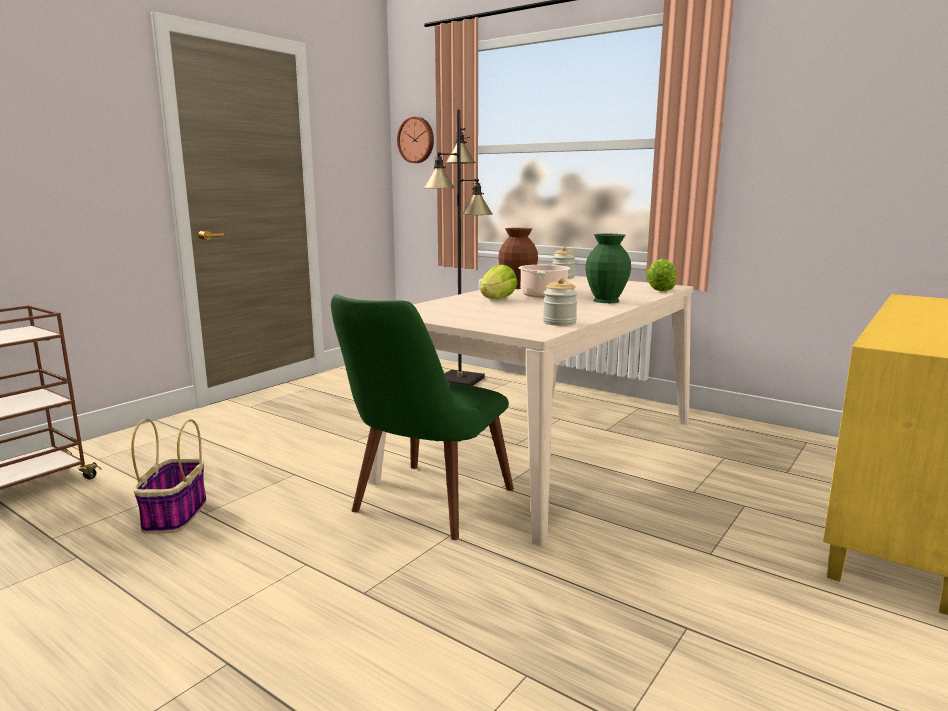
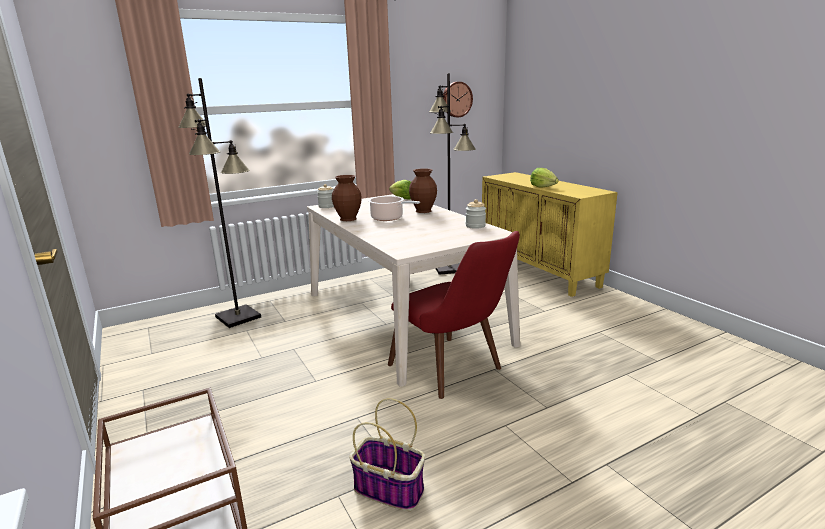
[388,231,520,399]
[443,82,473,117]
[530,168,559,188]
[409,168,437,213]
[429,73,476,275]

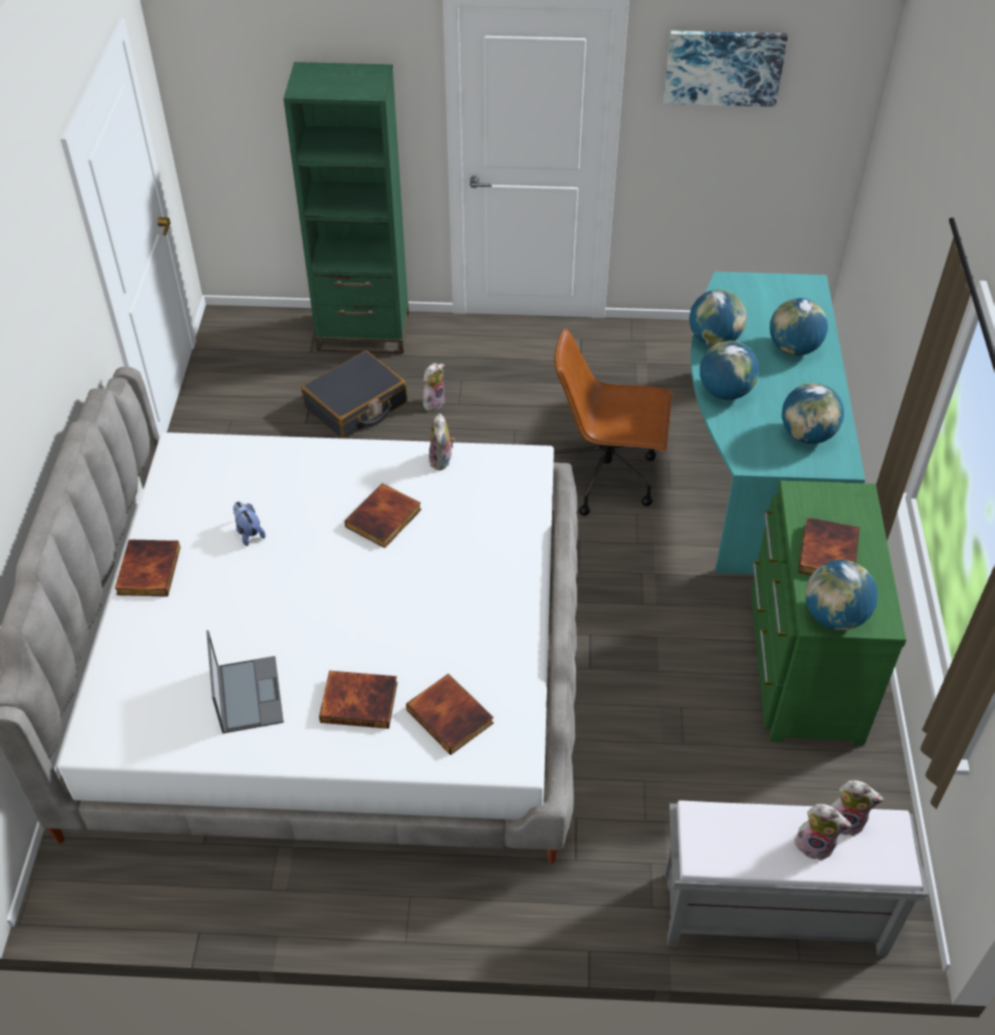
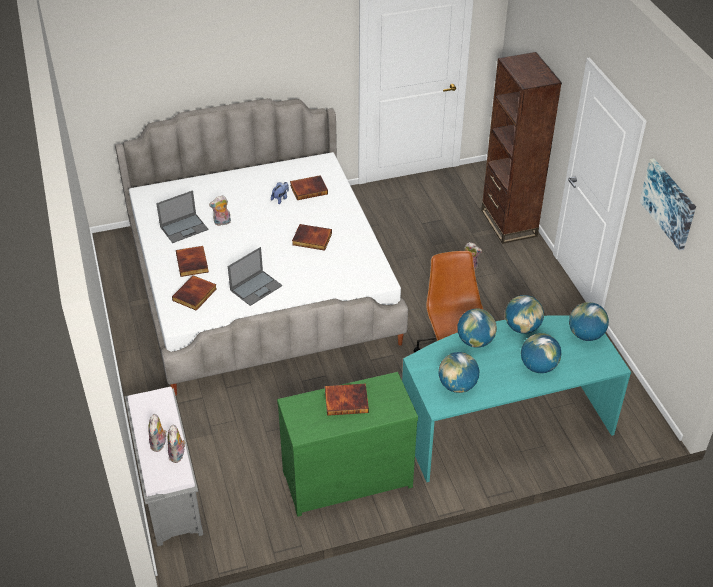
[290,175,328,200]
[481,52,562,244]
[301,351,407,439] (first image)
[209,195,231,226]
[569,302,609,341]
[228,247,282,306]

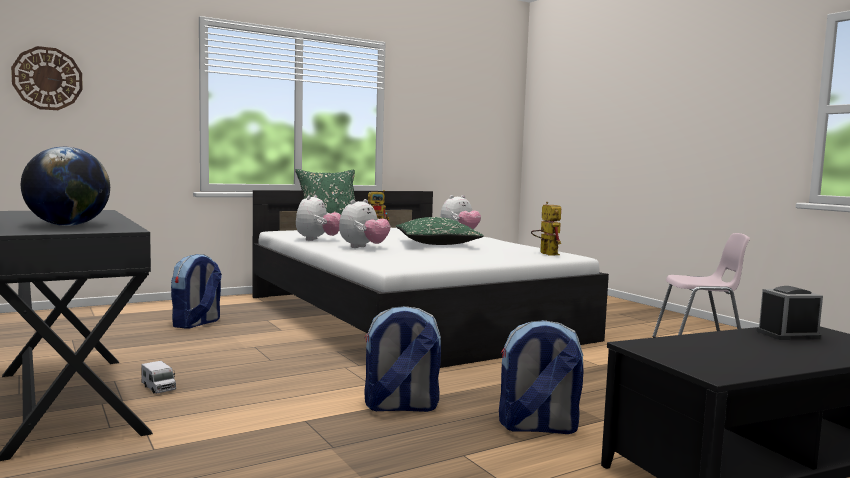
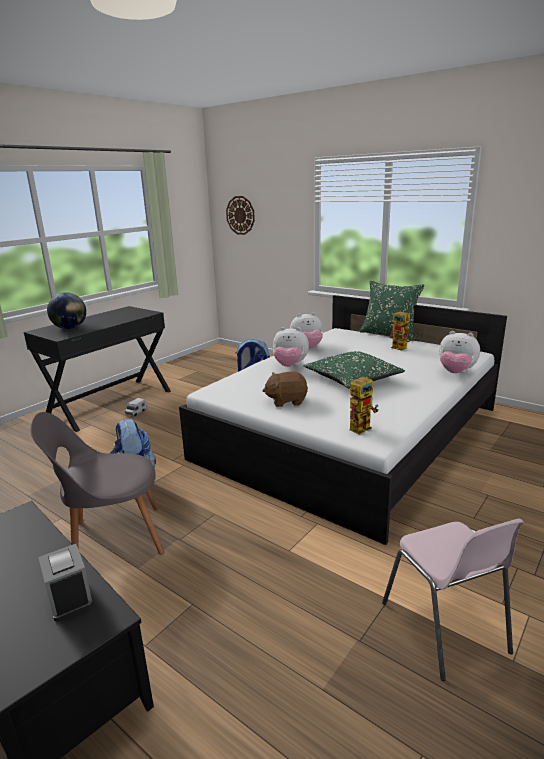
[30,412,164,554]
[262,372,308,407]

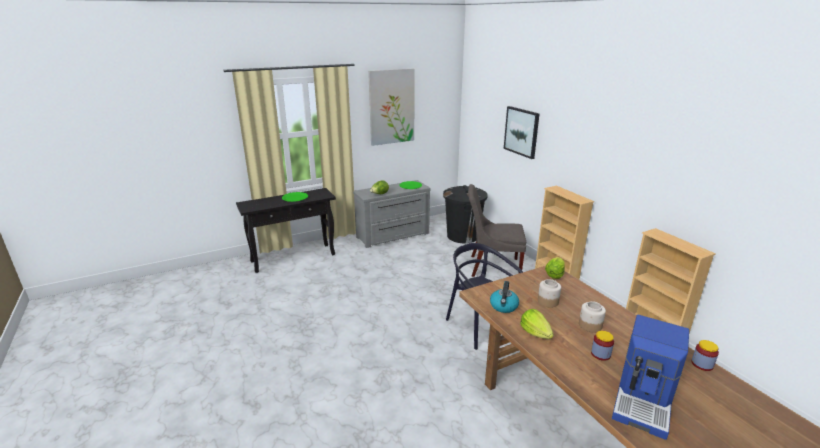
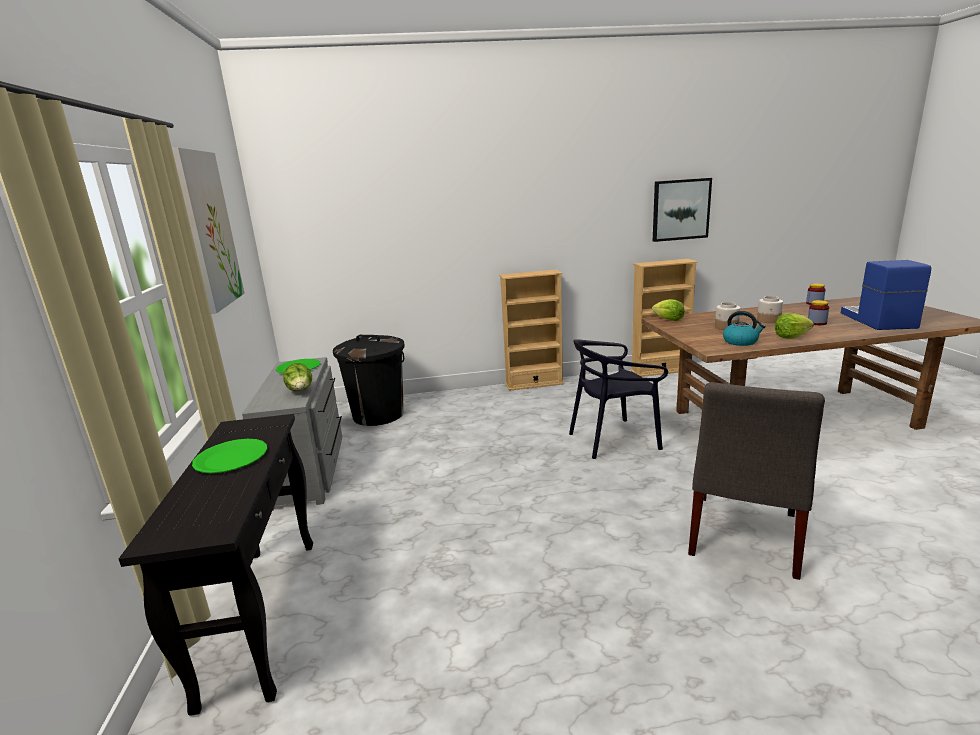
[688,382,825,580]
[653,178,712,242]
[841,260,931,330]

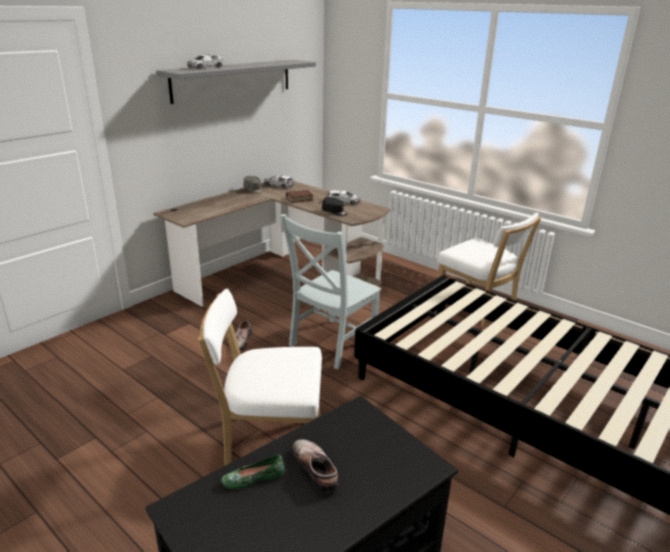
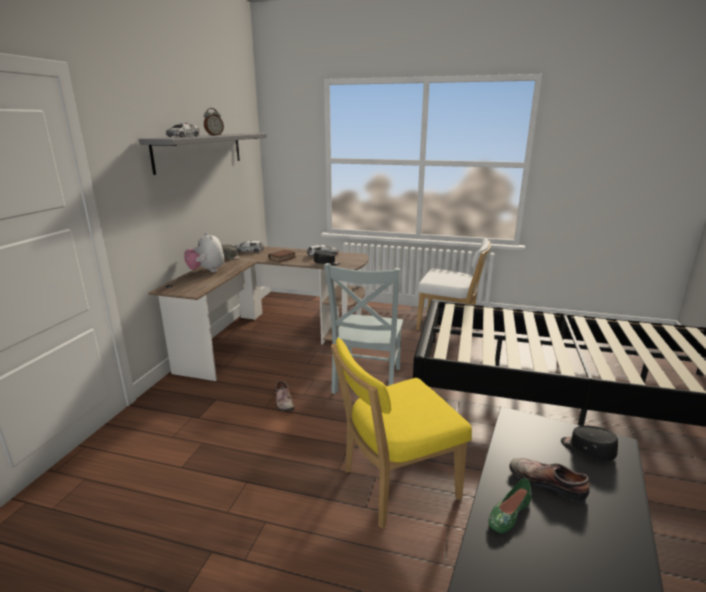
[331,338,472,529]
[184,232,224,272]
[204,108,224,136]
[561,425,618,461]

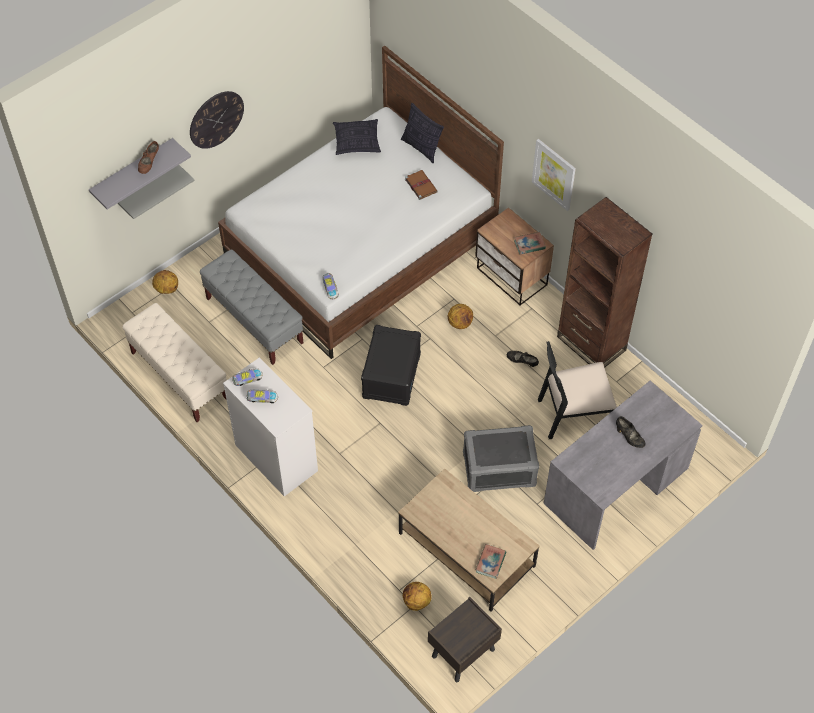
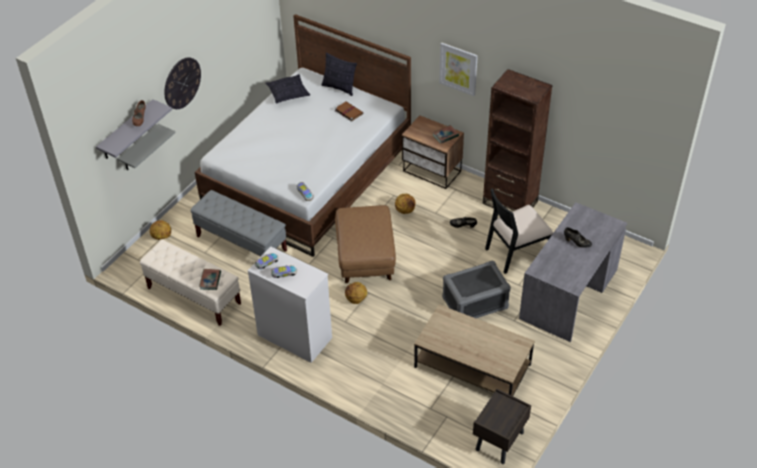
[335,205,396,283]
[345,282,367,304]
[199,269,221,290]

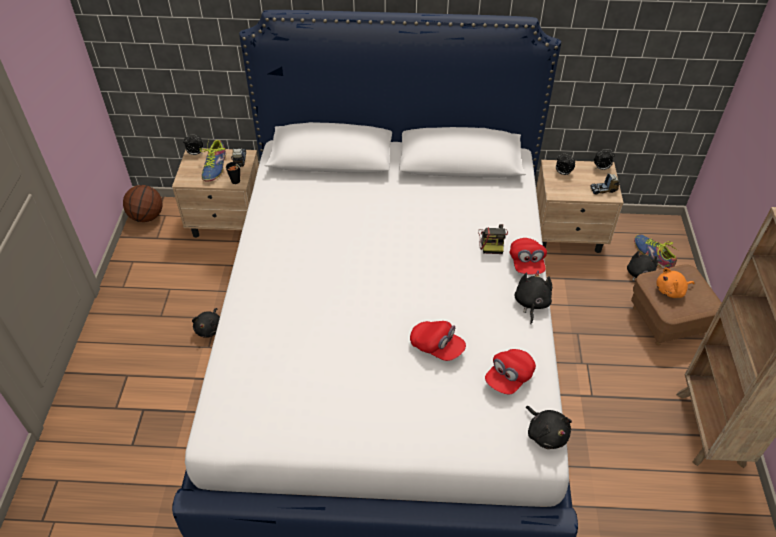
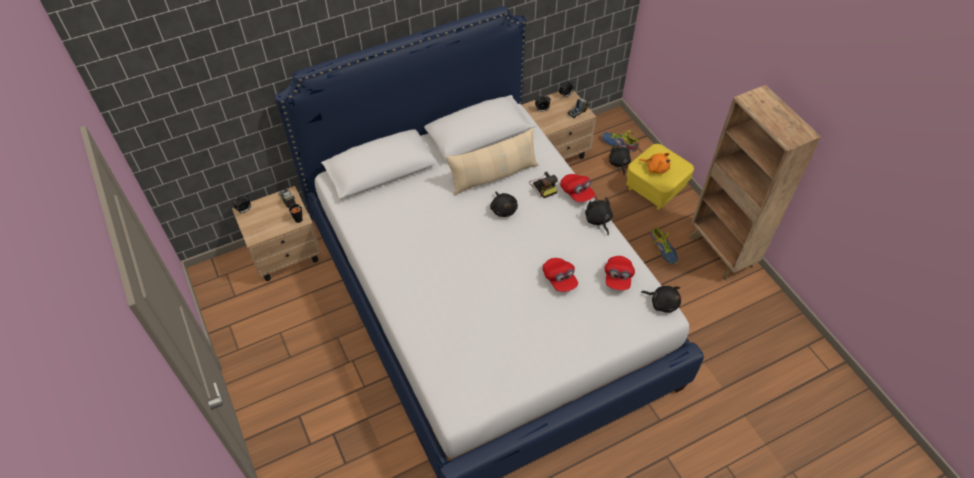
[123,185,162,222] (first image)
[490,191,518,217]
[650,227,678,265]
[543,258,578,292]
[626,144,694,210]
[639,153,671,174]
[446,128,538,196]

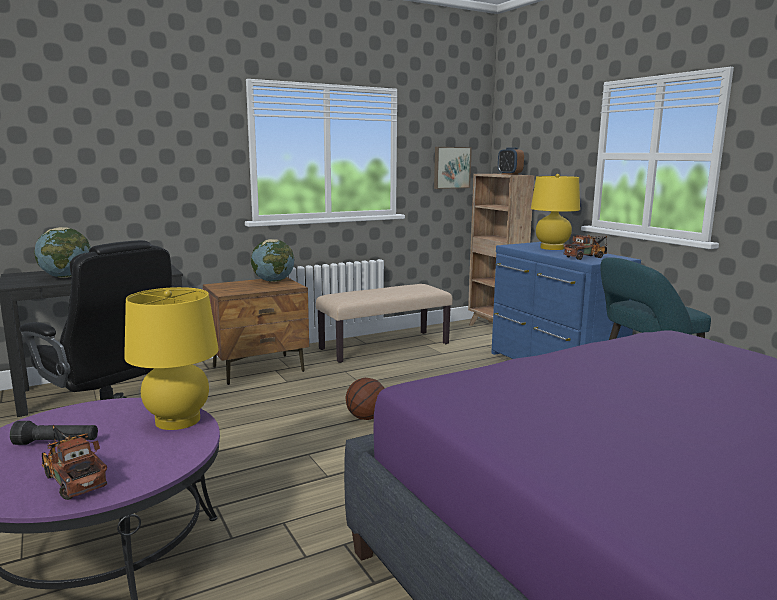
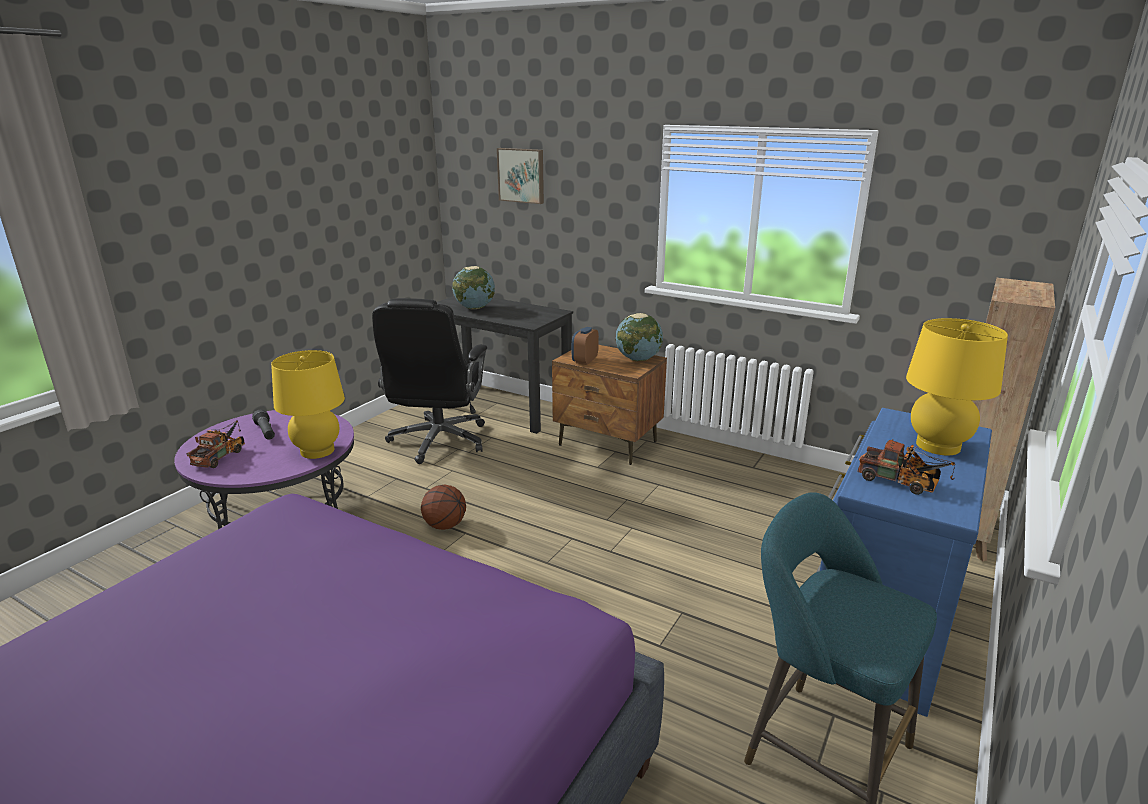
[316,284,453,363] (first image)
[421,485,466,530]
[497,148,544,204]
[572,327,599,365]

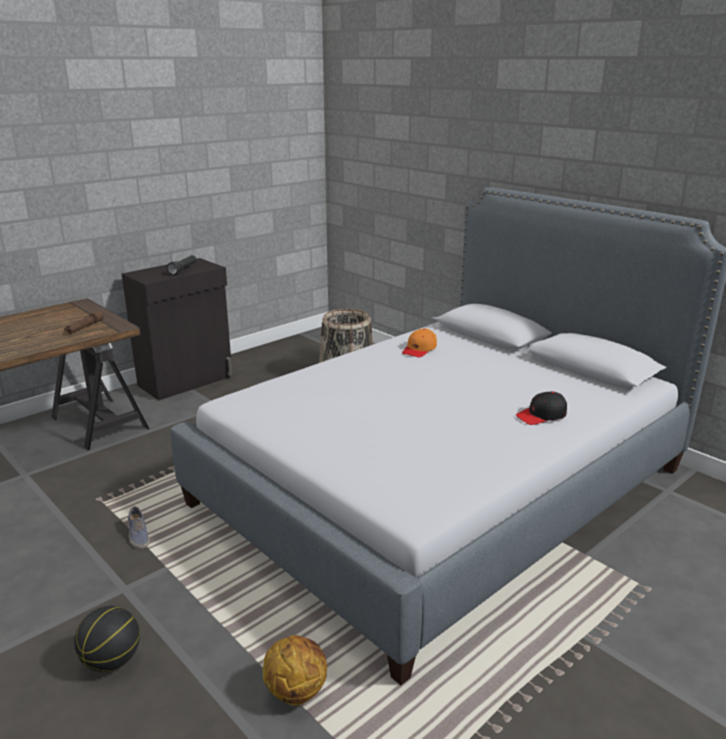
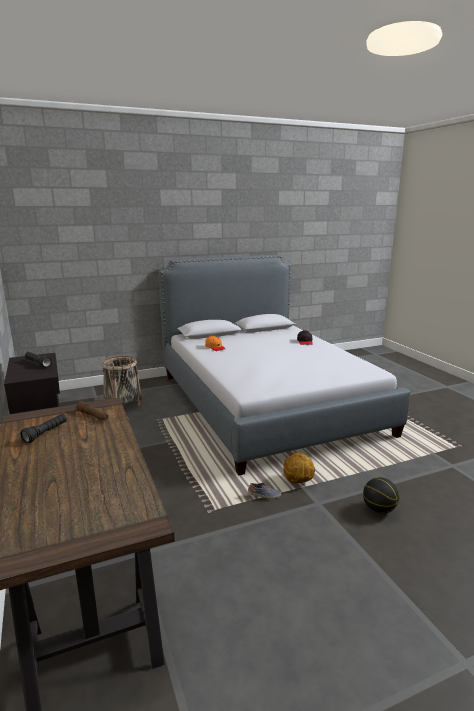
[283,453,315,483]
[20,414,67,443]

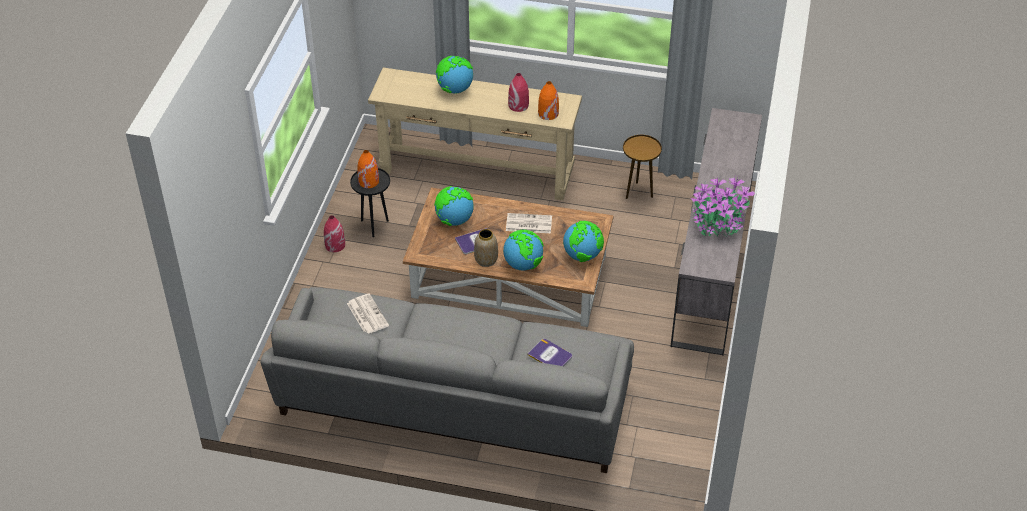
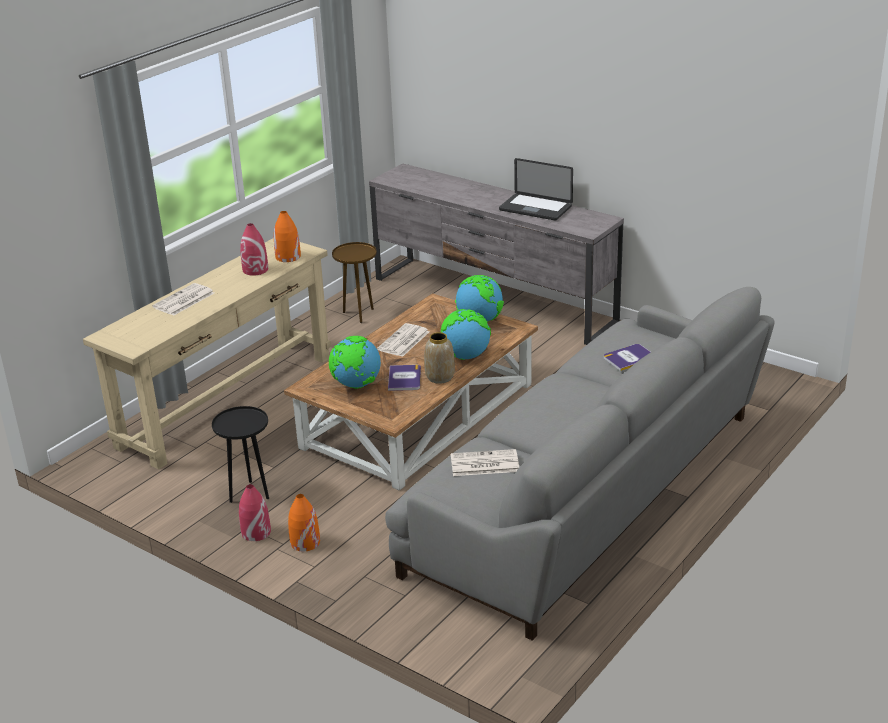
[288,494,320,551]
[152,283,214,316]
[499,158,573,220]

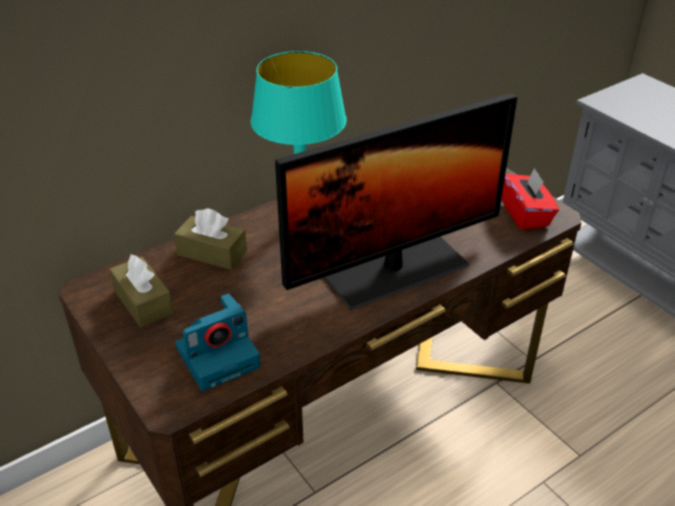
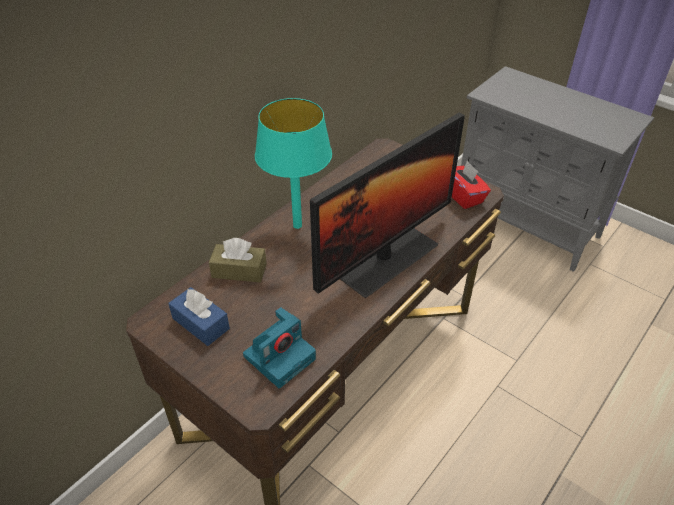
[168,287,230,346]

